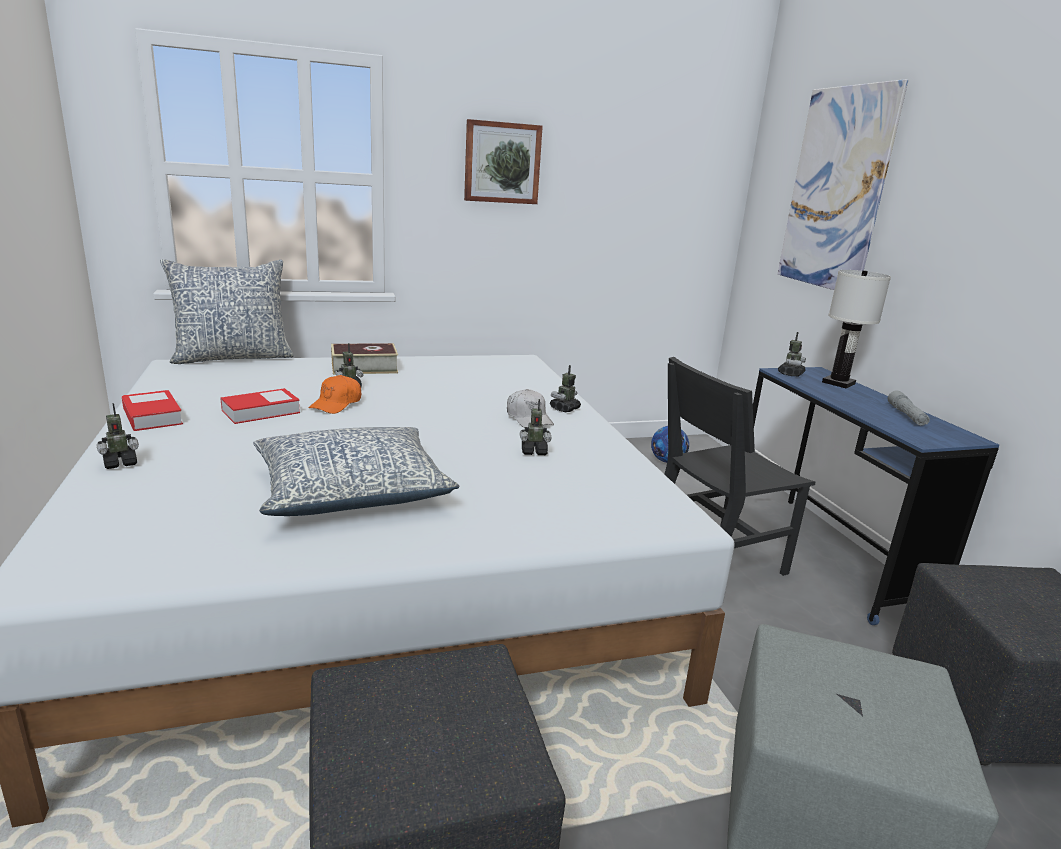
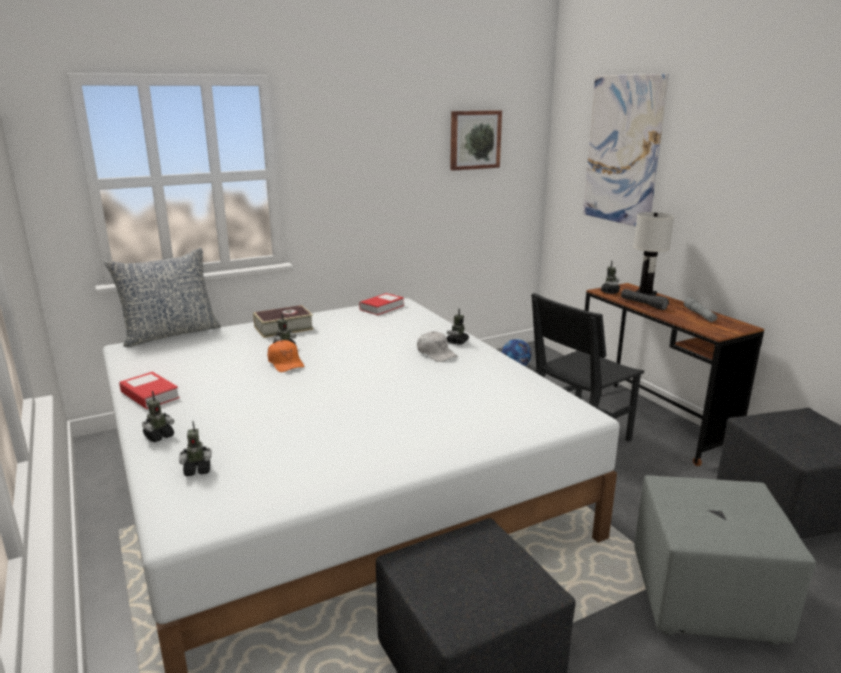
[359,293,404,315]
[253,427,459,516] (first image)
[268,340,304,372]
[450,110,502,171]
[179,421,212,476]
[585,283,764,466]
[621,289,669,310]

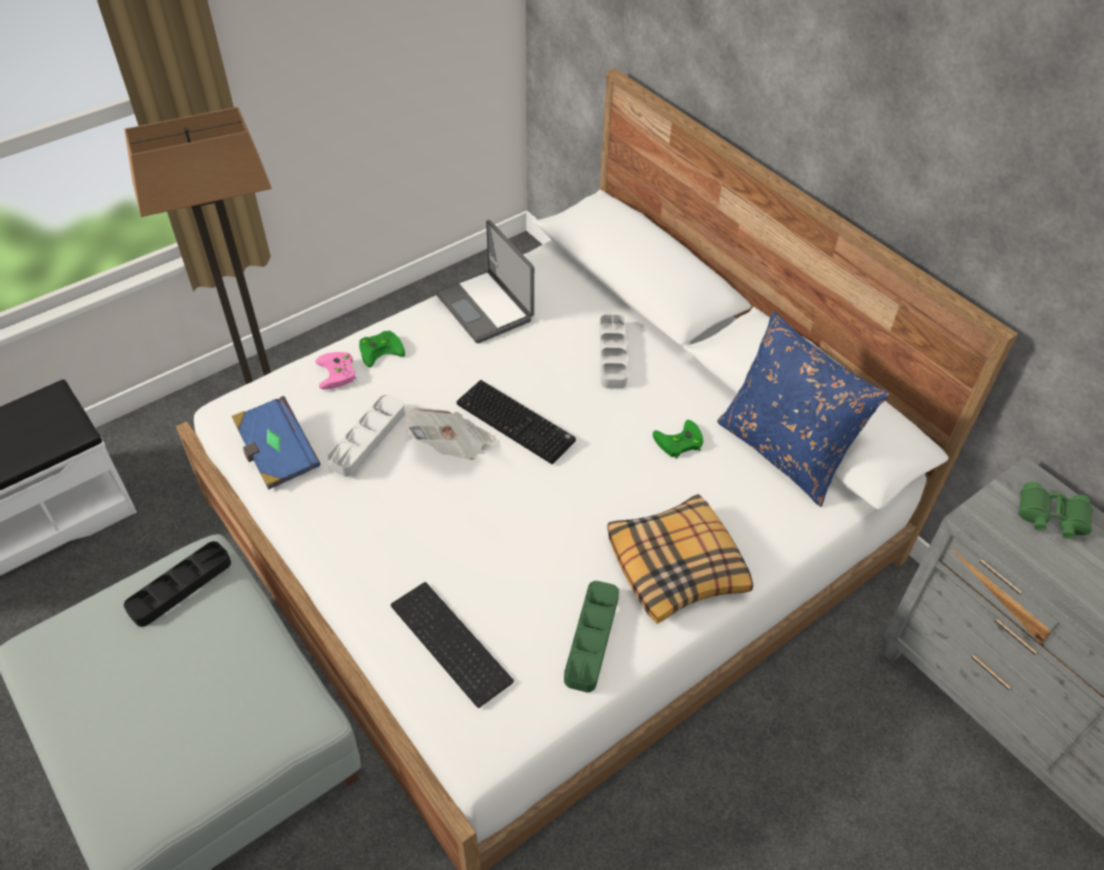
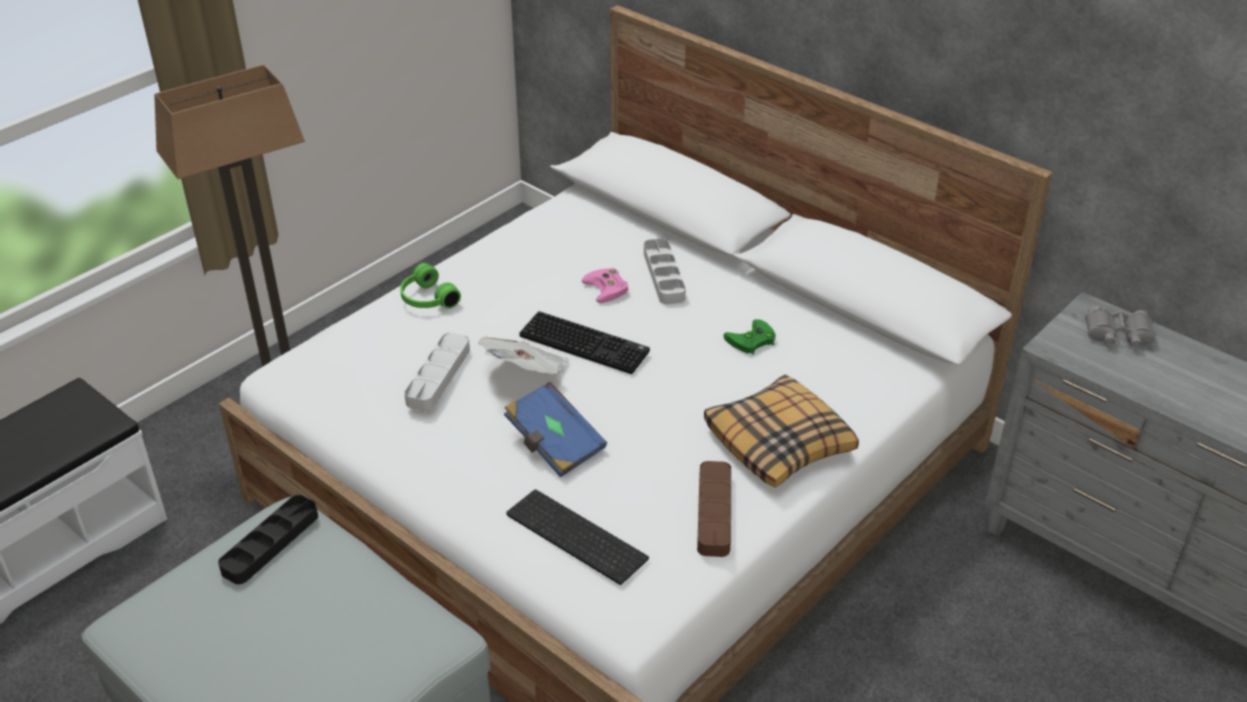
[504,382,607,477]
[582,268,629,303]
[400,263,461,309]
[435,220,534,344] (first image)
[697,461,731,557]
[717,312,890,507] (first image)
[1085,306,1156,349]

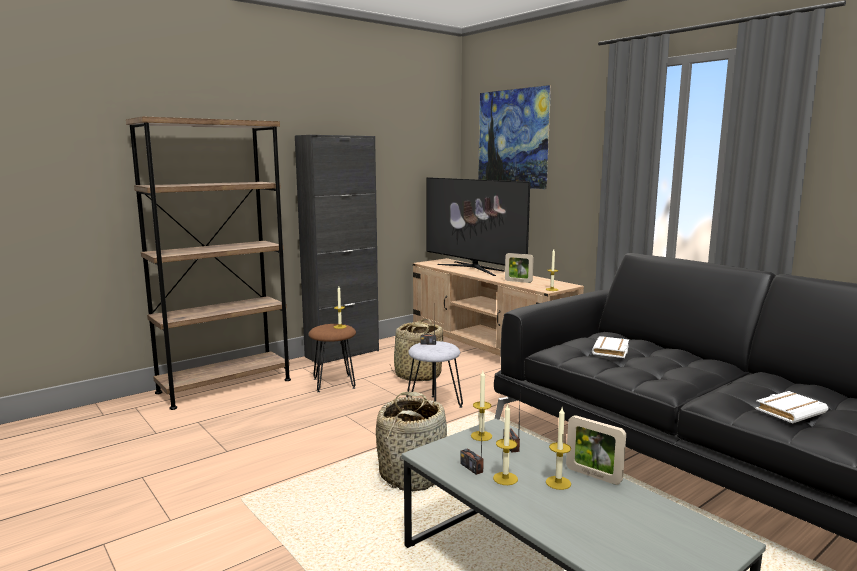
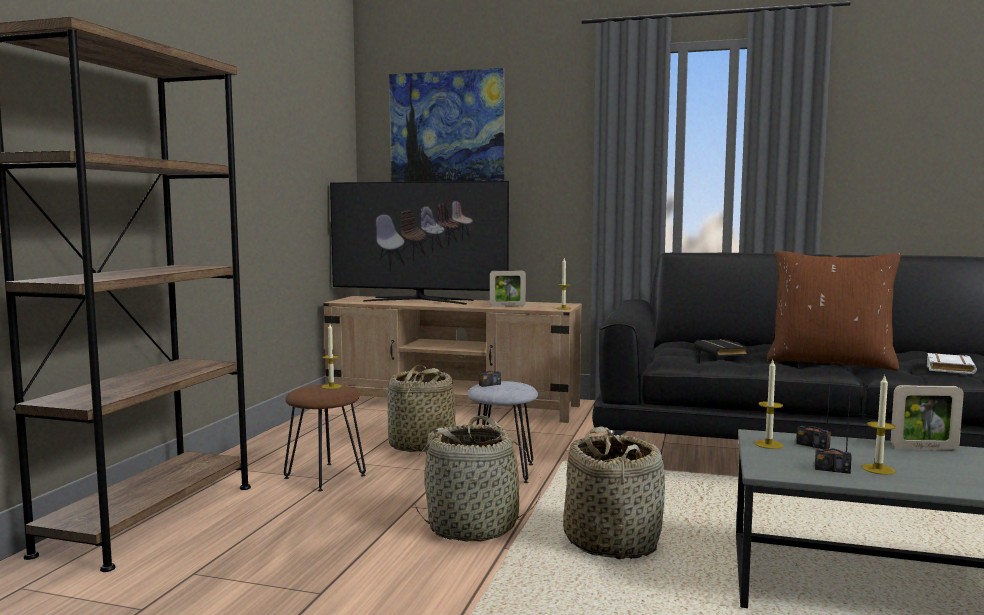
[295,135,379,365] (first image)
[546,408,571,490] (first image)
[694,339,750,357]
[415,415,541,541]
[767,251,901,371]

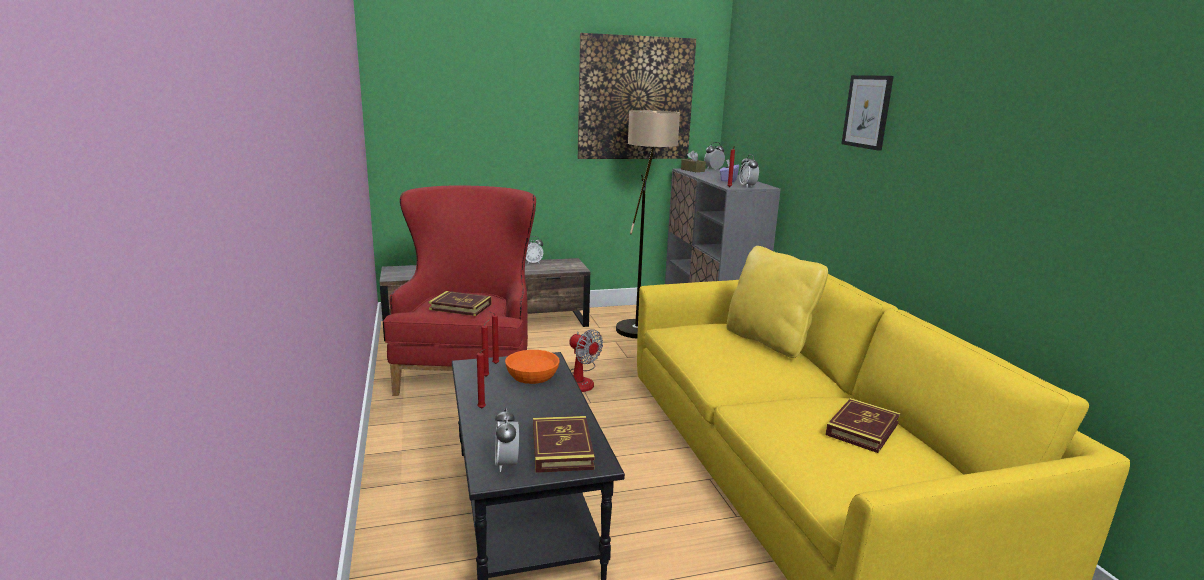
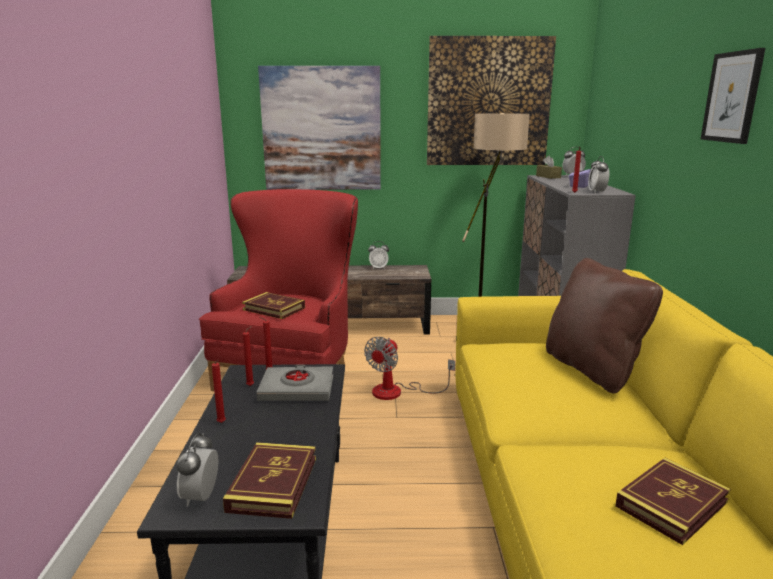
[256,364,333,401]
[364,337,455,400]
[546,258,663,394]
[258,66,381,190]

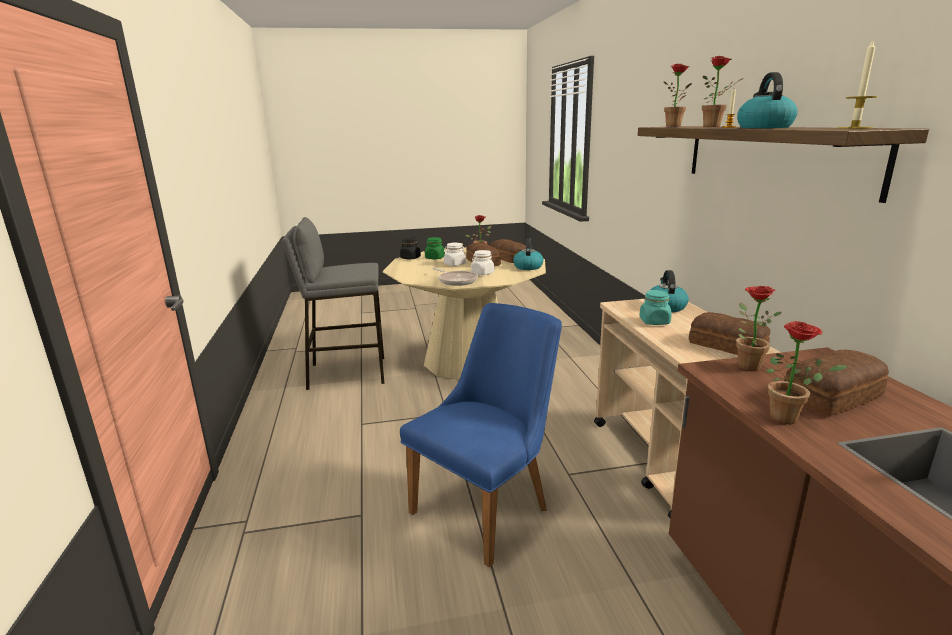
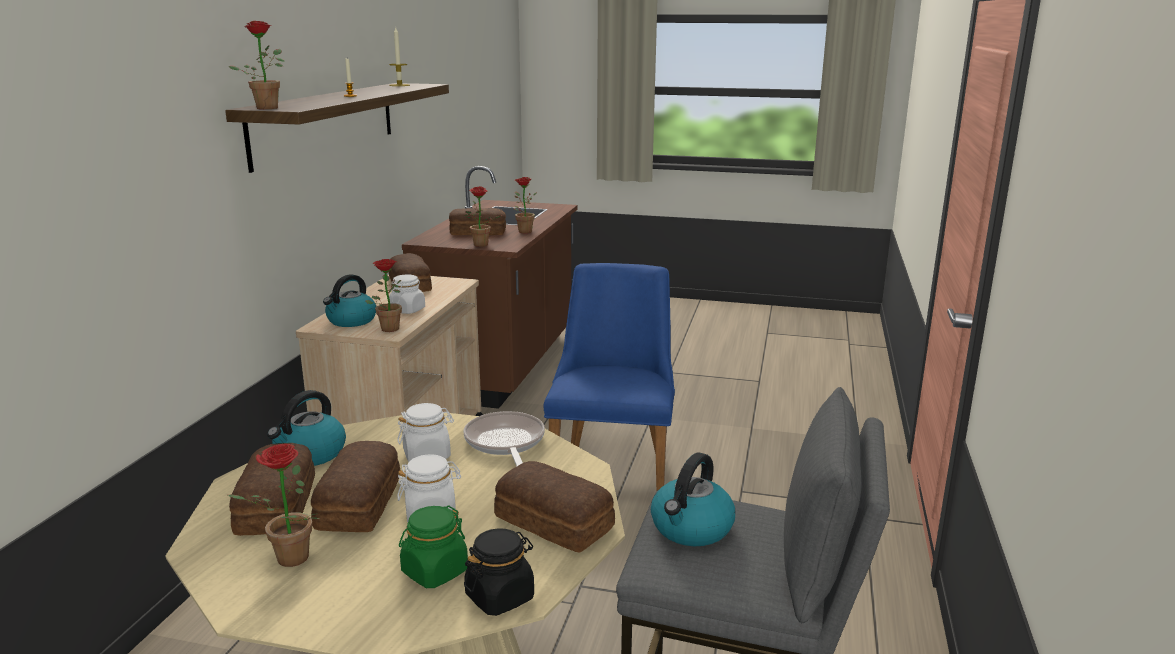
[543,263,675,491]
[389,275,425,314]
[365,259,402,332]
[651,453,735,546]
[494,461,615,553]

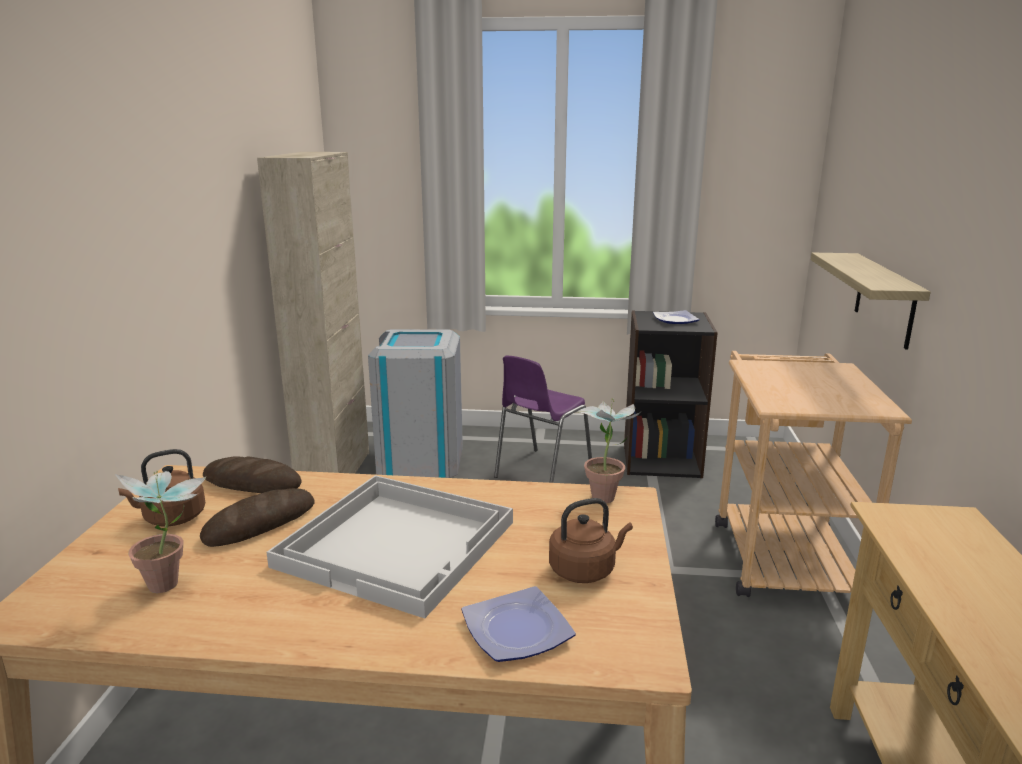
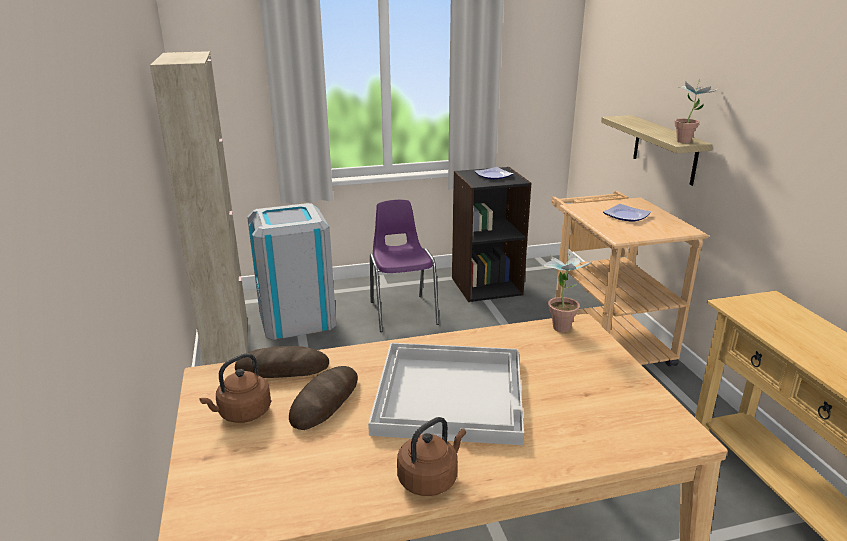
[674,80,717,143]
[603,204,651,222]
[370,200,439,332]
[397,417,466,496]

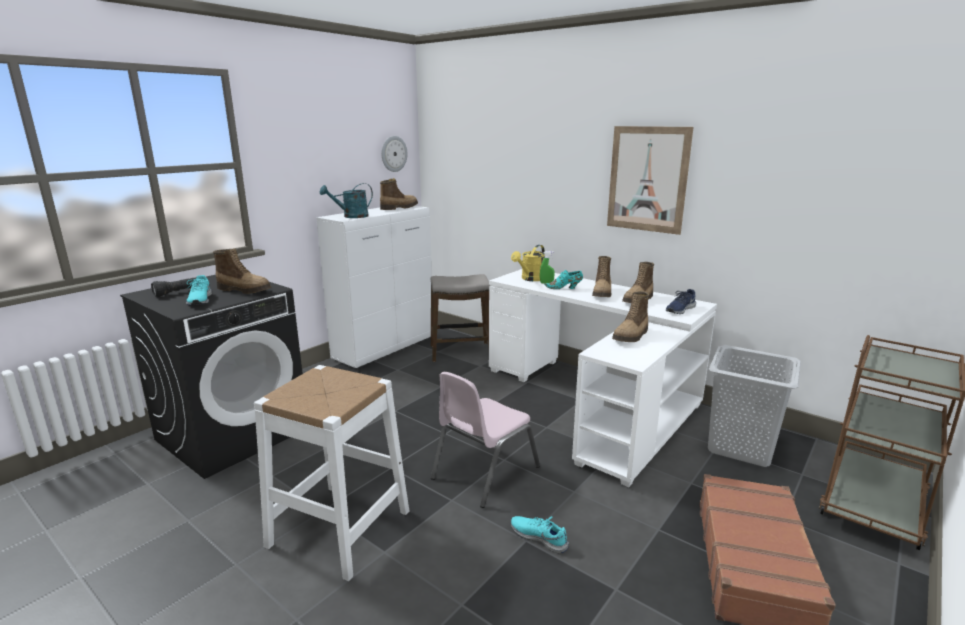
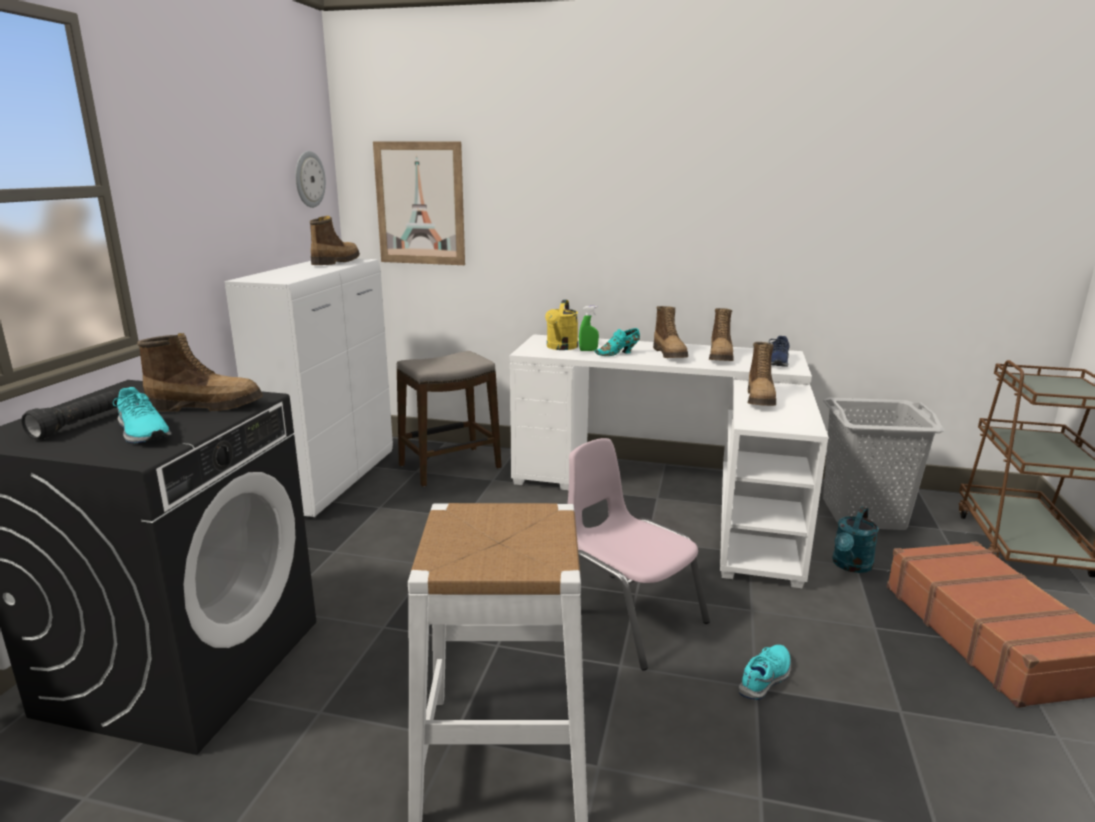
[832,507,879,573]
[568,438,710,671]
[739,645,791,700]
[373,141,465,265]

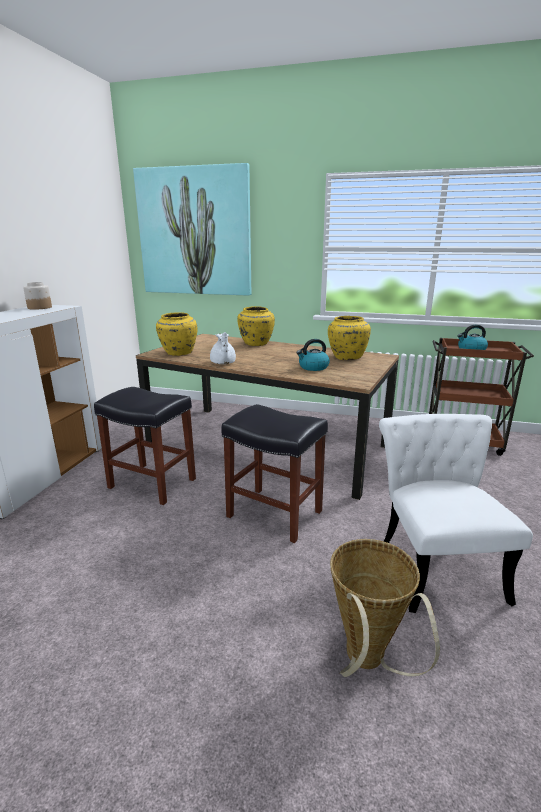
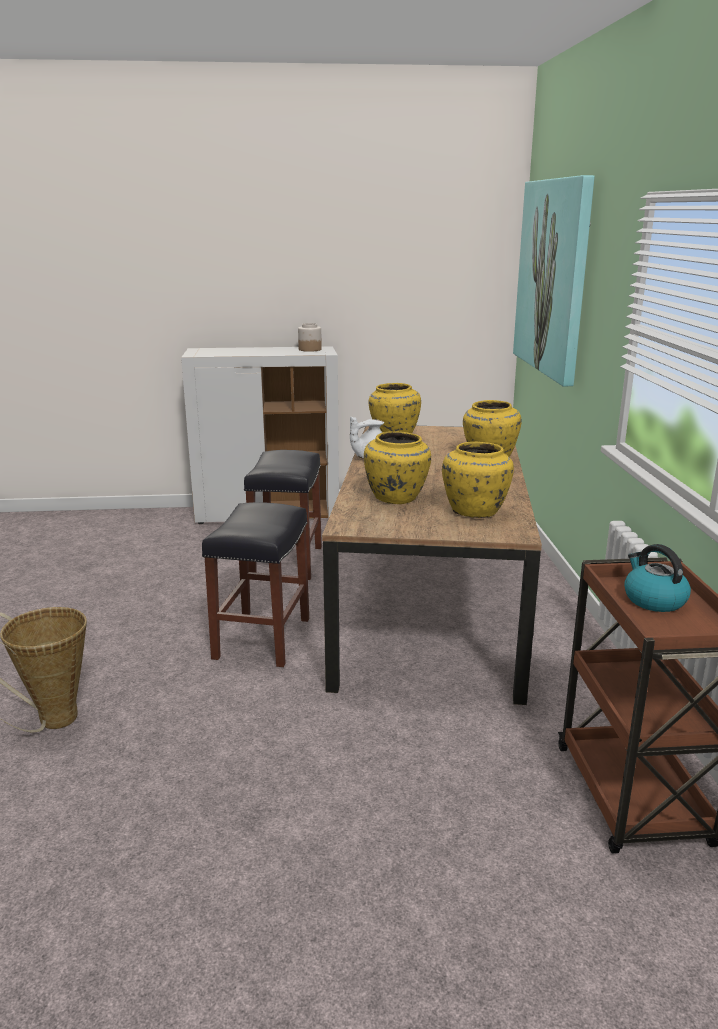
[364,431,431,504]
[379,414,533,613] (first image)

